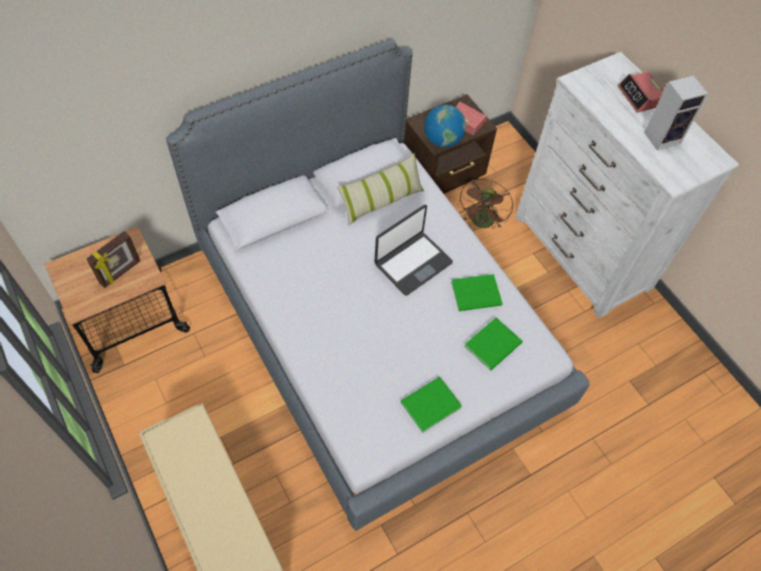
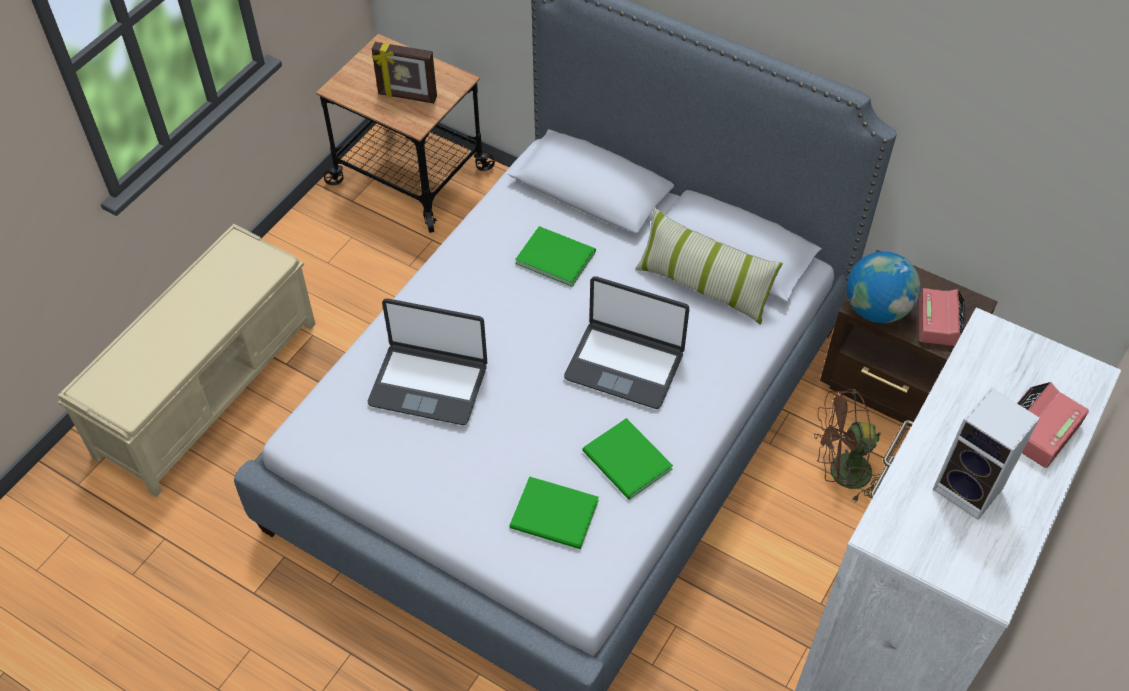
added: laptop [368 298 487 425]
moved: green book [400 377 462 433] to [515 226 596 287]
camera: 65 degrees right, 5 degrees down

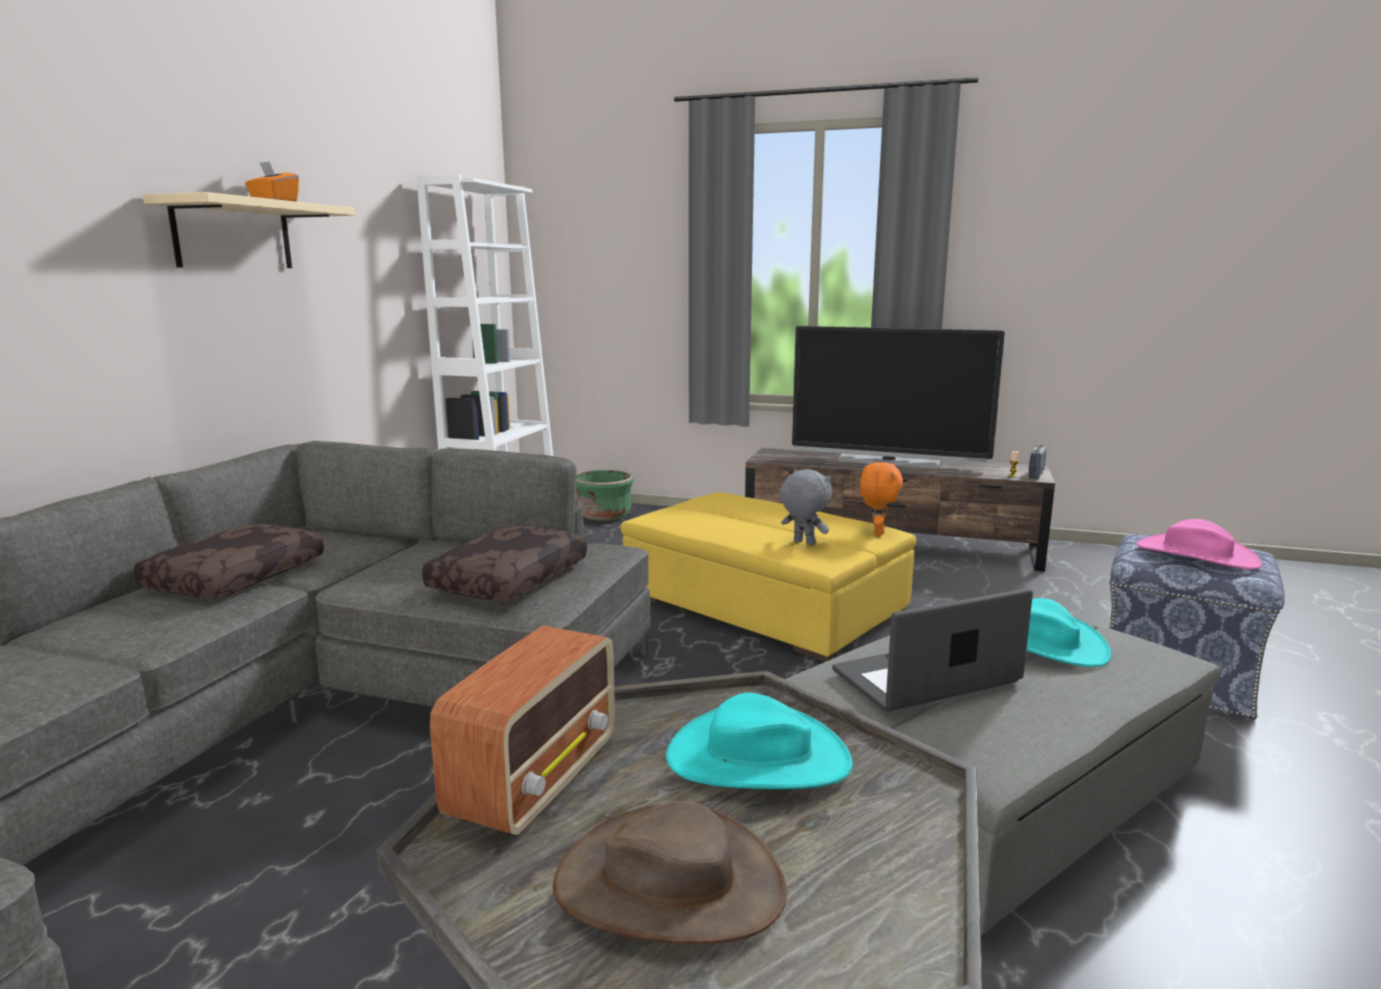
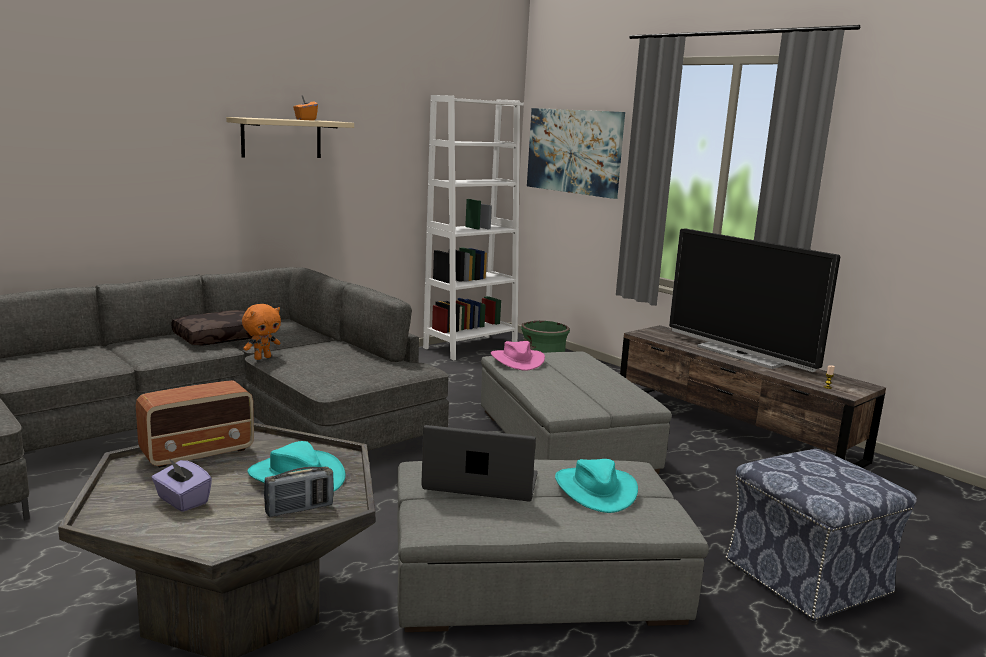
removed: brown pillow [422 525 587 602]; grey plush toy [780 469 832 546]
added: picture [527 108 625 199]
moved: orange plush toy [860 462 903 536] to [242 304 281 360]; radio [1028 444 1047 479] to [264 467 334 517]; pink hat [1136 519 1262 570] to [491 341 545 371]
replaced: brown hat [553 801 787 944] to purple tissue box [151 458 212 512]
recoloured: yellow ottoman [621 492 916 662] to grey ottoman [481 351 672 474]
camera: 30 degrees right, 0 degrees up

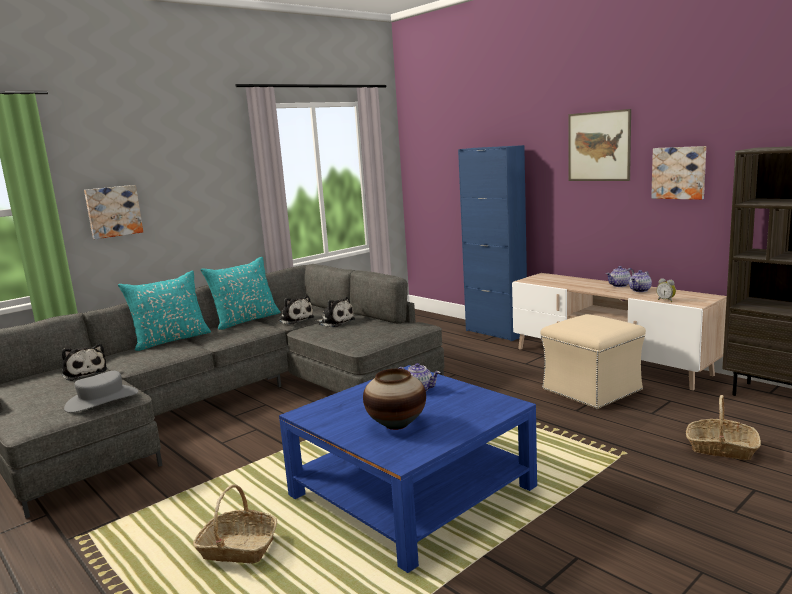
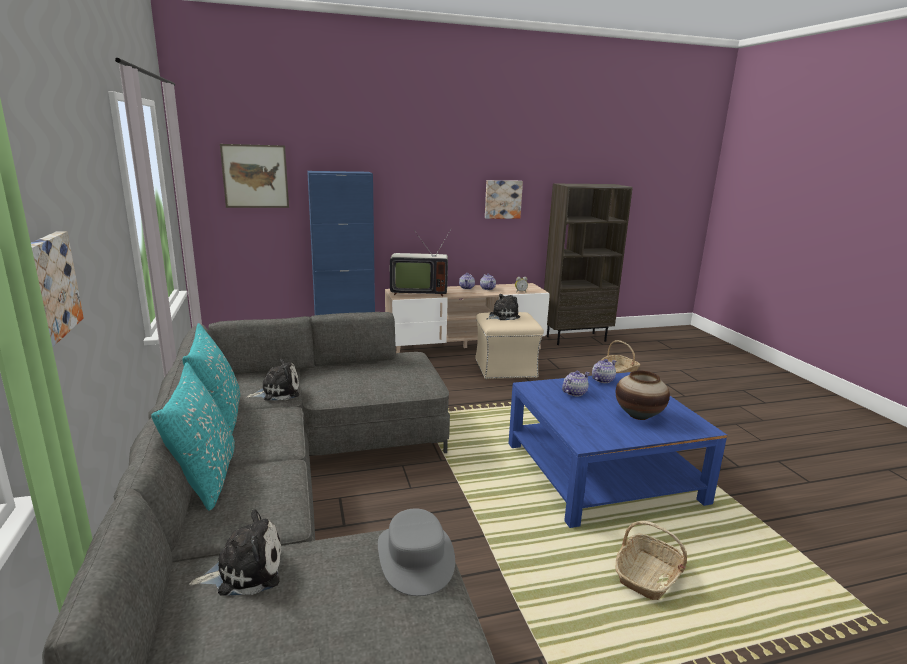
added: television [390 228 452 297]; teapot [592 359 616 383]
moved: plush toy [315 297 355 327] to [486 294 520 320]; picture [568 109 631 181] to [220 144 289 208]
camera: 65 degrees left, 5 degrees up

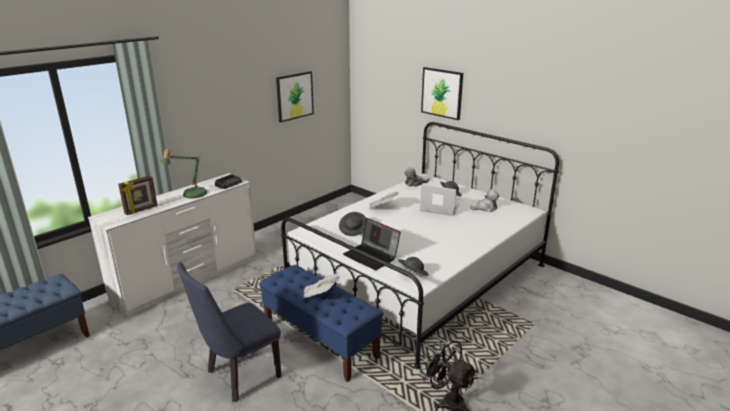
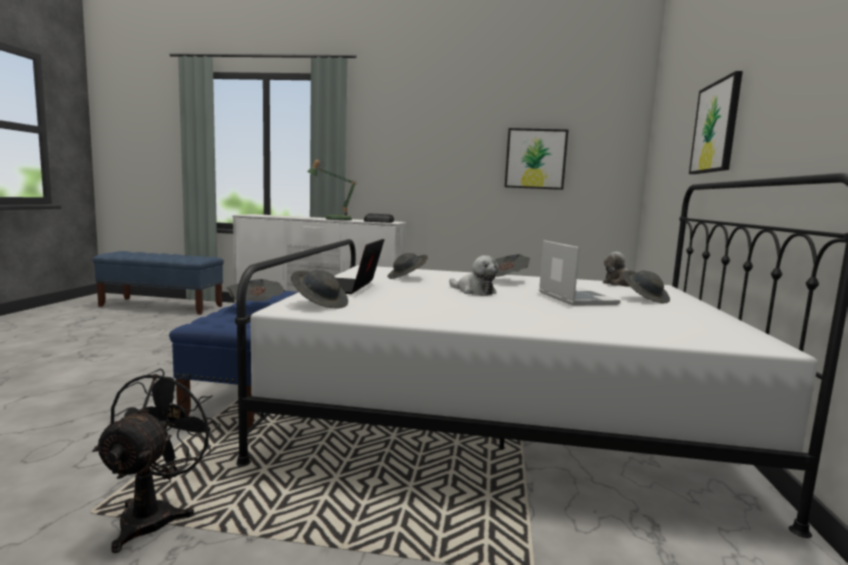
removed: picture frame [118 176 157 215]; blue chair [177 262 282 402]
moved: plush toy [470 189 499 212] to [449 255 499 296]
camera: 55 degrees right, 15 degrees down

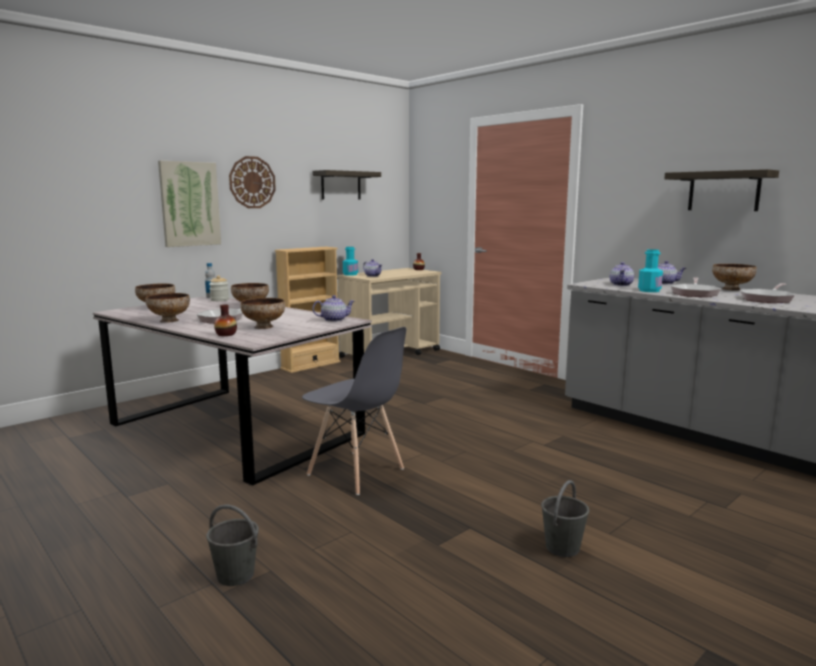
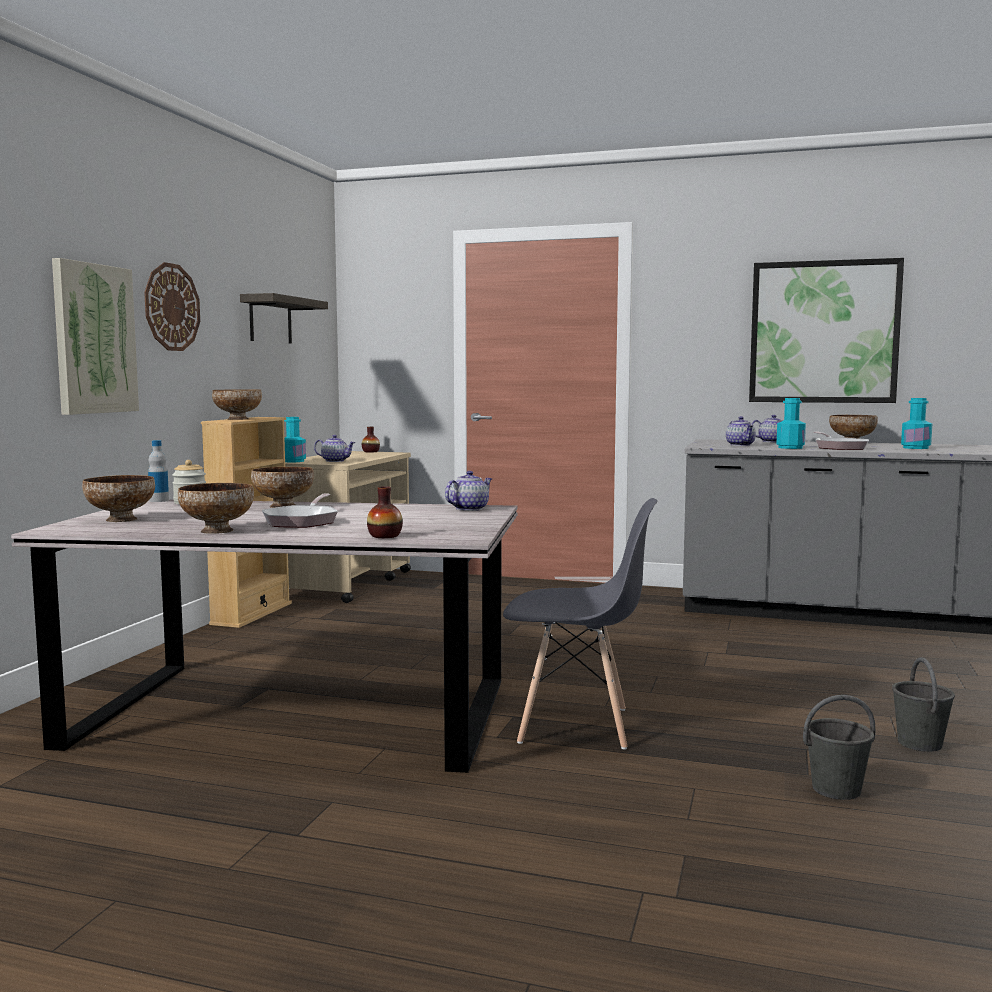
moved: grey bucket [206 504 259 586] to [803 695 875 800]; bowl [240 298 285 329] to [212 389 262 420]
replaced: shelf [664 169 779 211] to picture [749 258 904 403]; frying pan [740 283 795 303] to turquoise bottle [901 398 932 449]
camera: 30 degrees left, 5 degrees down

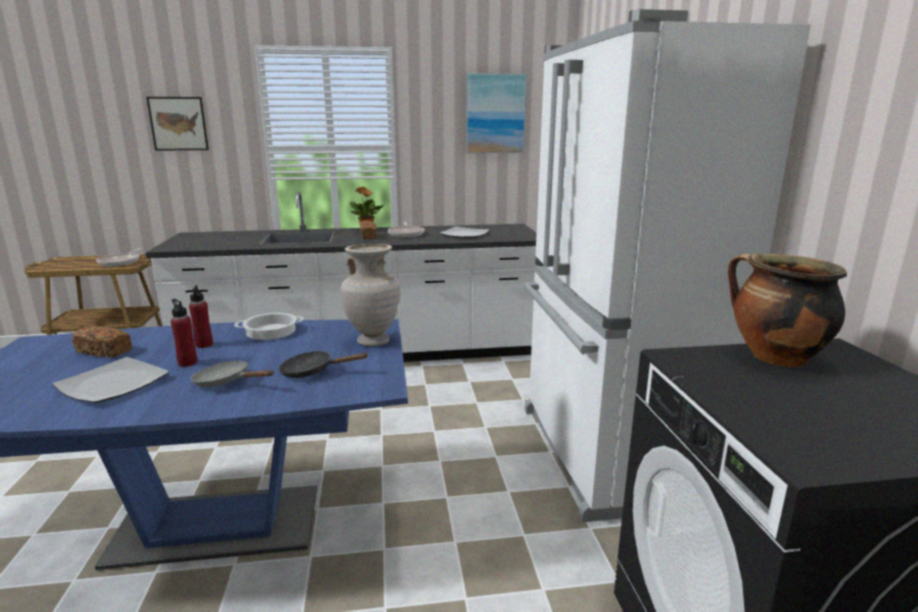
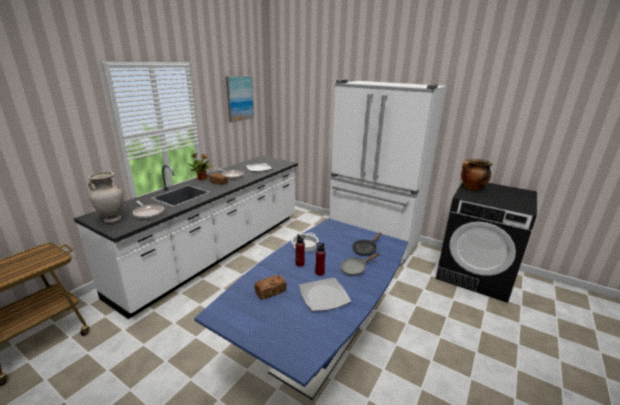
removed: picture [146 97 209 151]
moved: frying pan [96 248 143 266] to [133 201 164 219]; beige vase [340 244 401 346] to [87 172 124 223]
camera: 50 degrees left, 5 degrees up

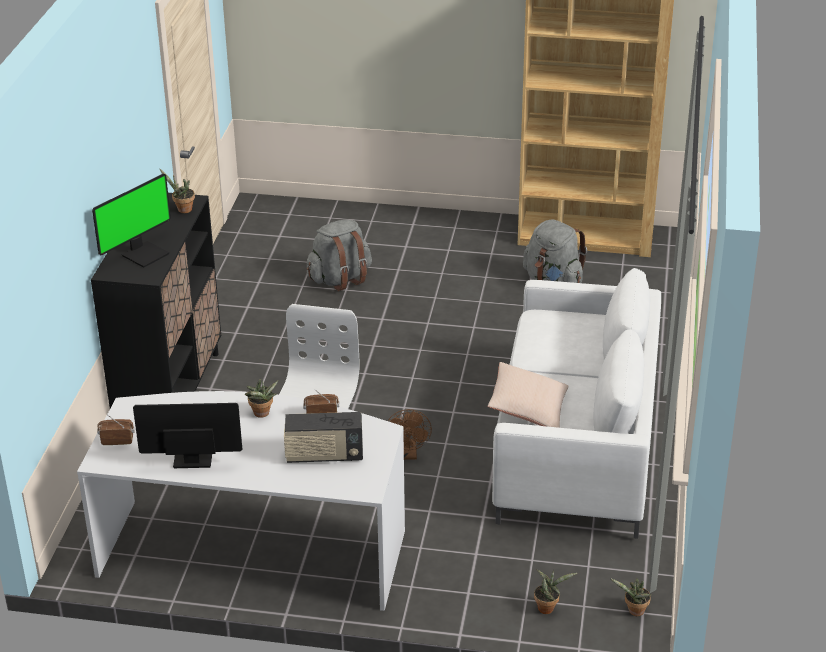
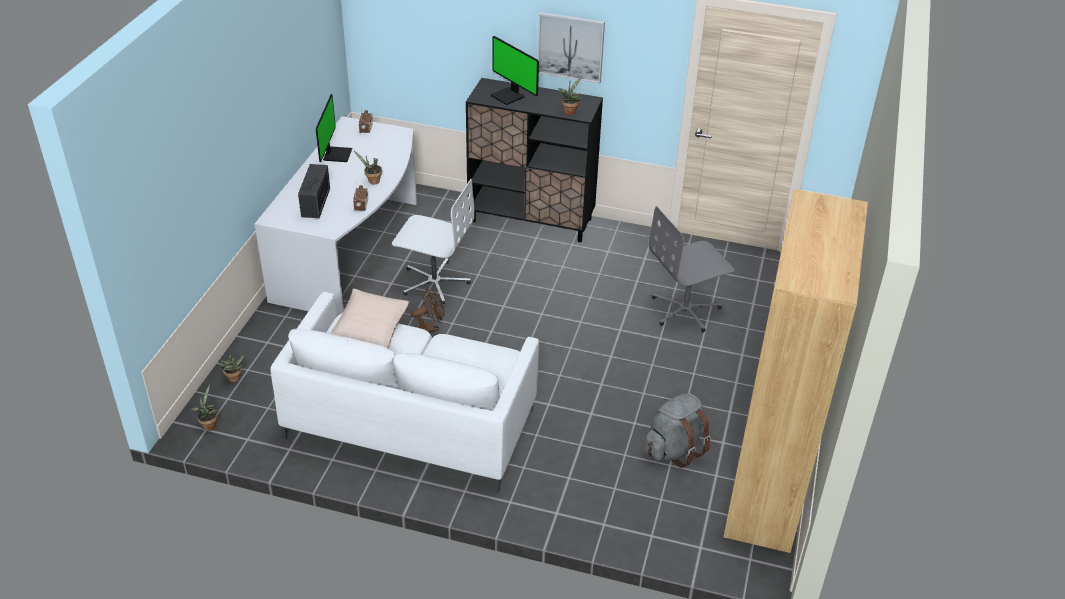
added: picture [538 12 605 84]
replaced: grey backpack [307 220 372 291] to grey office chair [649 206 735 332]
turned: brown fan [388 409 432 460] = [411 289 444 333] 150 degrees clockwise
camera: 95 degrees right, 5 degrees up

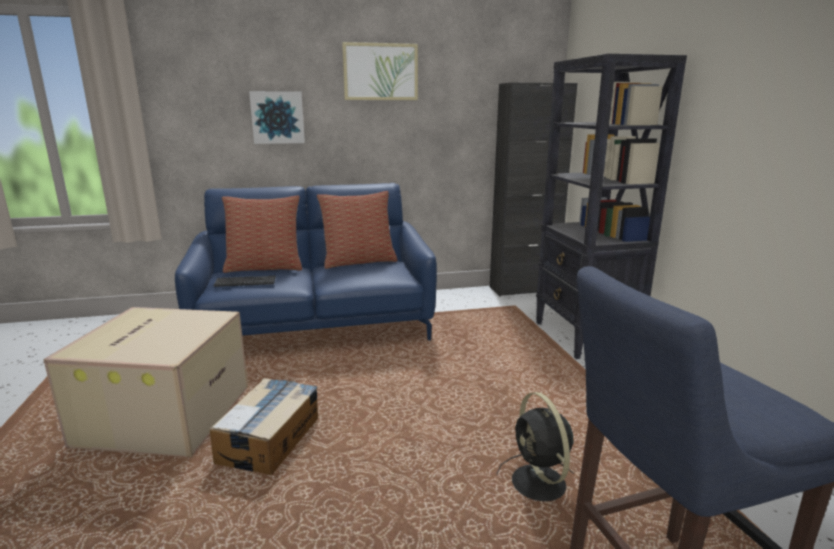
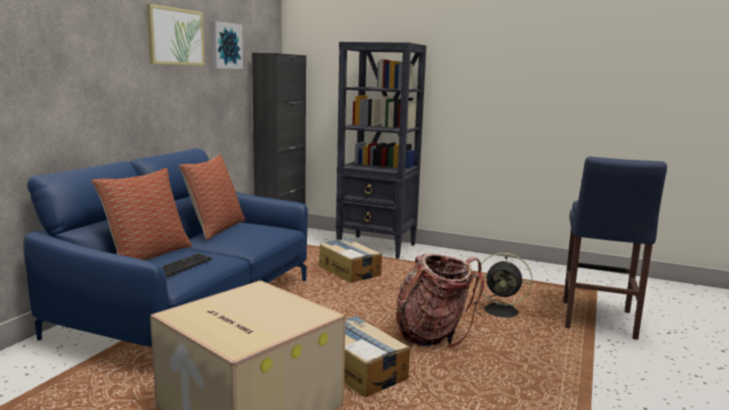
added: cardboard box [319 238 382 283]; backpack [395 253 484 348]
moved: picture [249 91 305 144] to [211 21 243 69]
camera: 55 degrees left, 5 degrees down

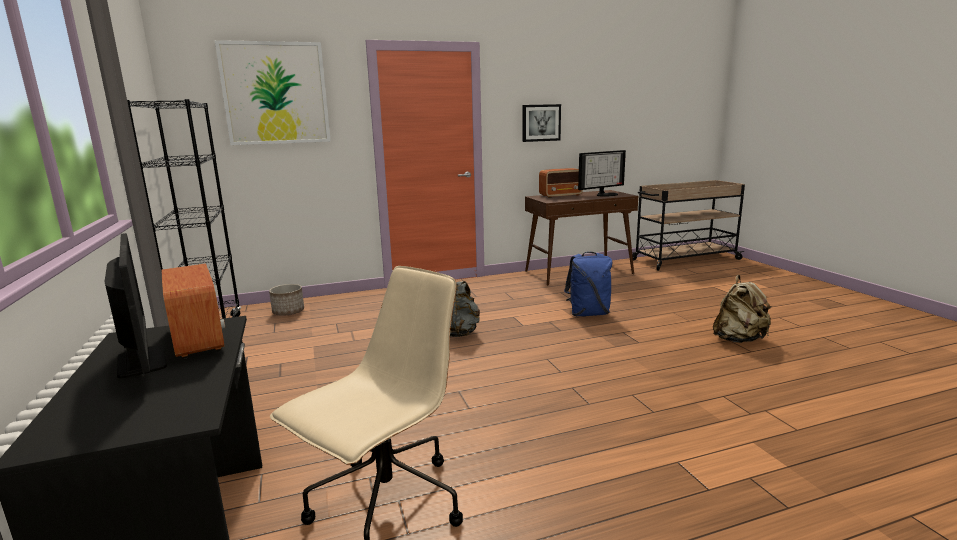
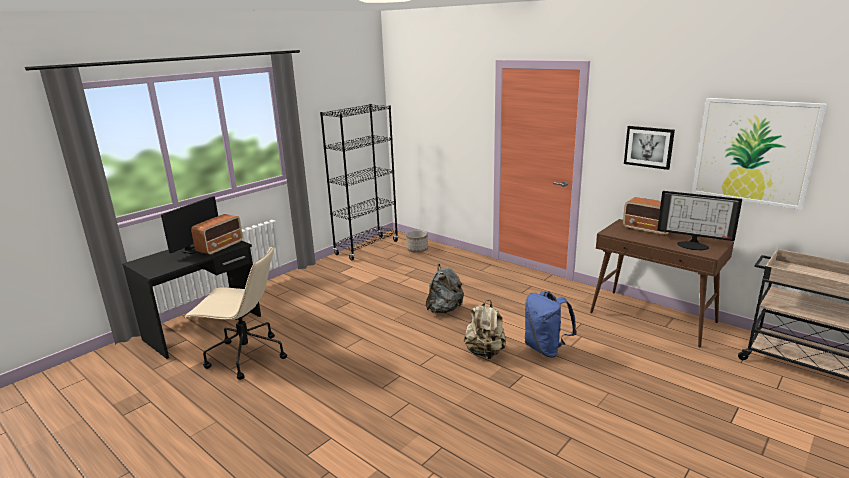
moved: picture [215 40 331 145] to [692 98 827 210]; beige backpack [713 275 772 343] to [464 300 506 359]
camera: 60 degrees right, 5 degrees up

